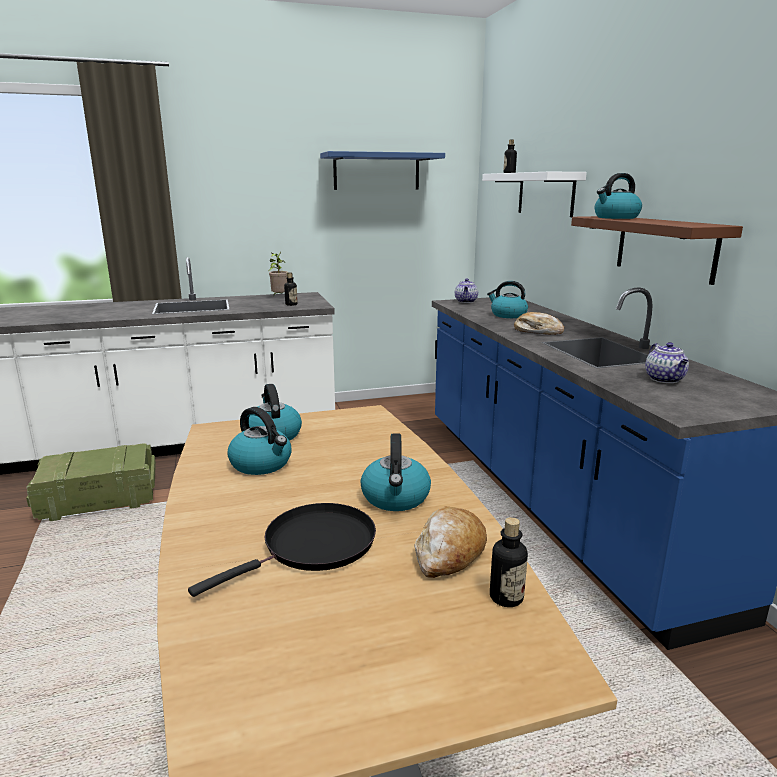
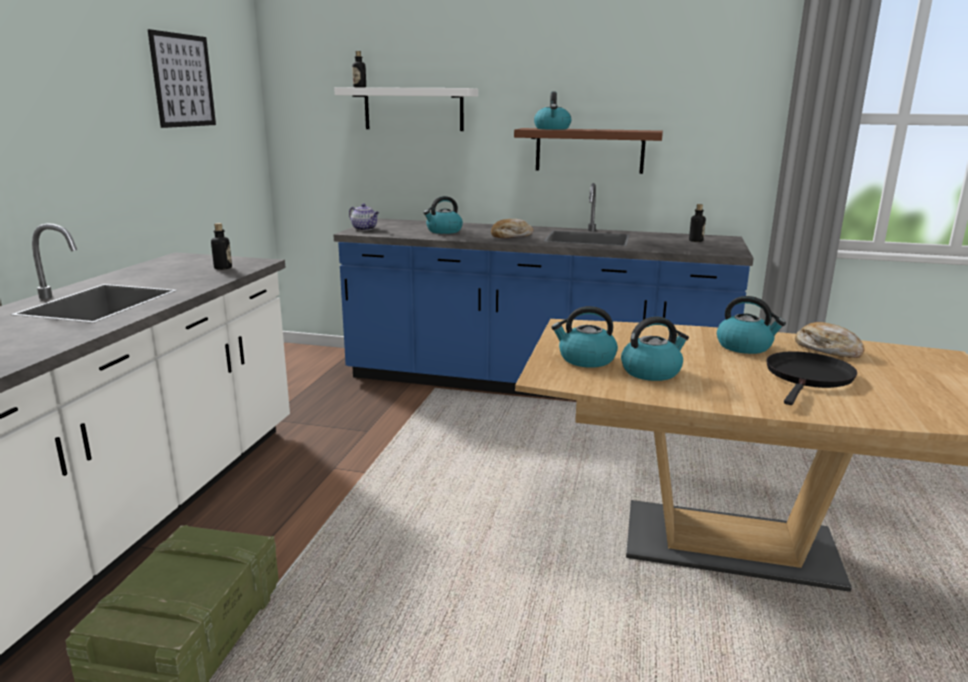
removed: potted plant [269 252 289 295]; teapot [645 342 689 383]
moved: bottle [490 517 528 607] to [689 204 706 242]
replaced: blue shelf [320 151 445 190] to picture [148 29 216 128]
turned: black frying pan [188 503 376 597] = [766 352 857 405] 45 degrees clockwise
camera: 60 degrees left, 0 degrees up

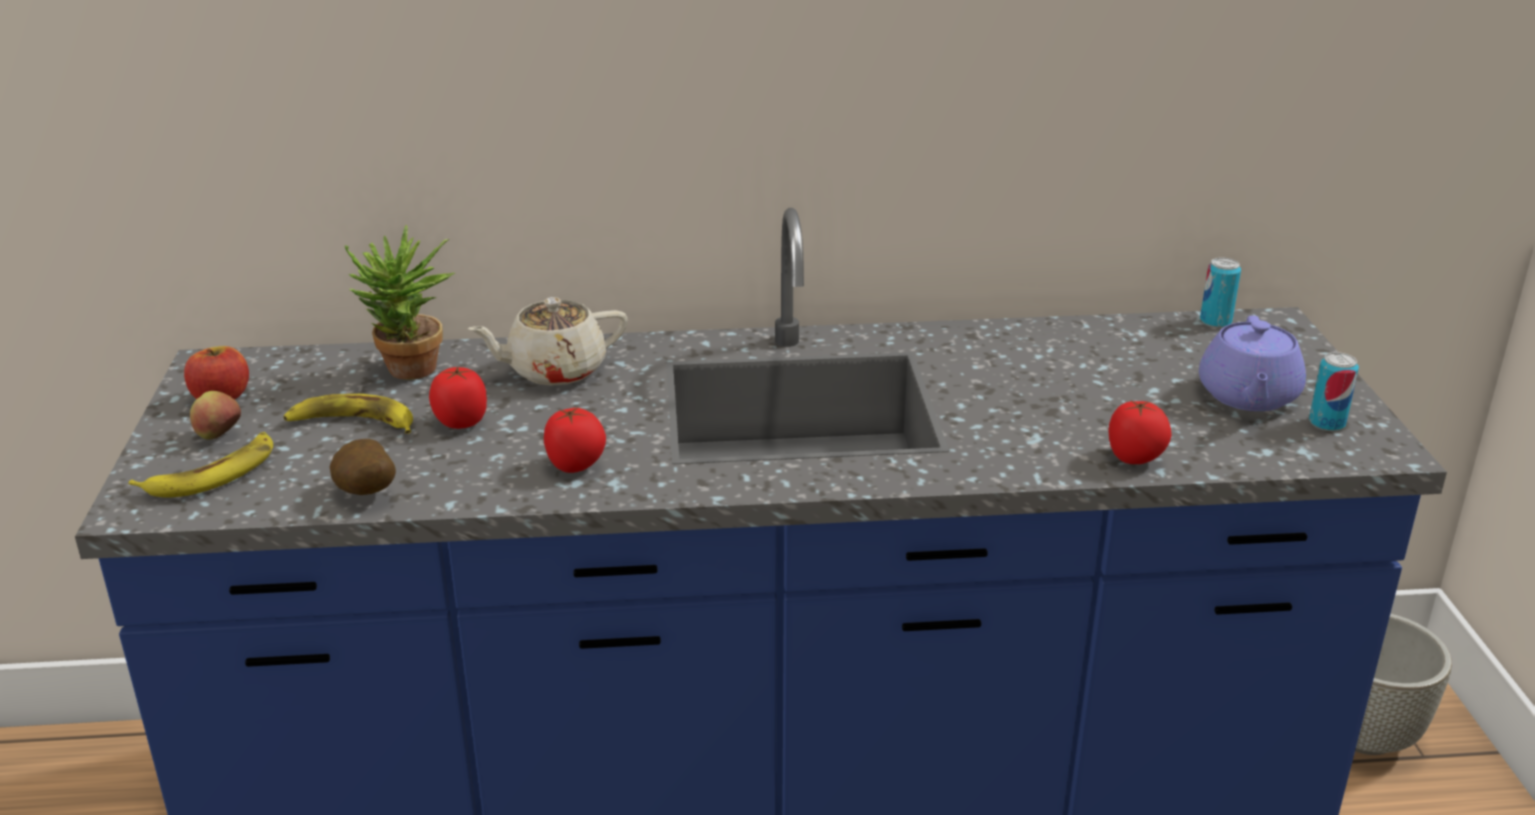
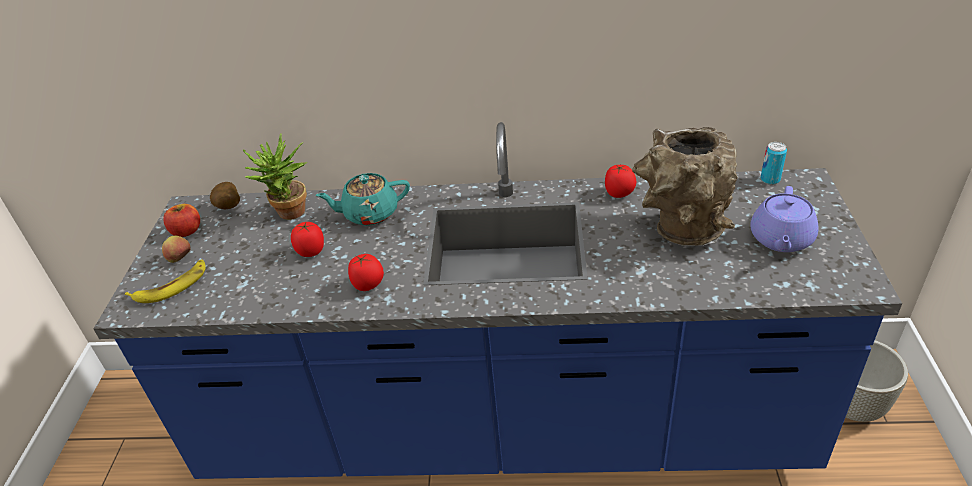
removed: banana [283 394 413 434]; can [1309 352 1359 432]
added: brown vase [632 127 738 246]
moved: potato [330 439 396 495] to [210 182 240 210]; tomato [1108 400 1172 464] to [605 165 636 198]
recoloured: beige teapot [468 297 628 386] to turquoise teapot [316 173 410 226]
camera: 10 degrees right, 10 degrees up

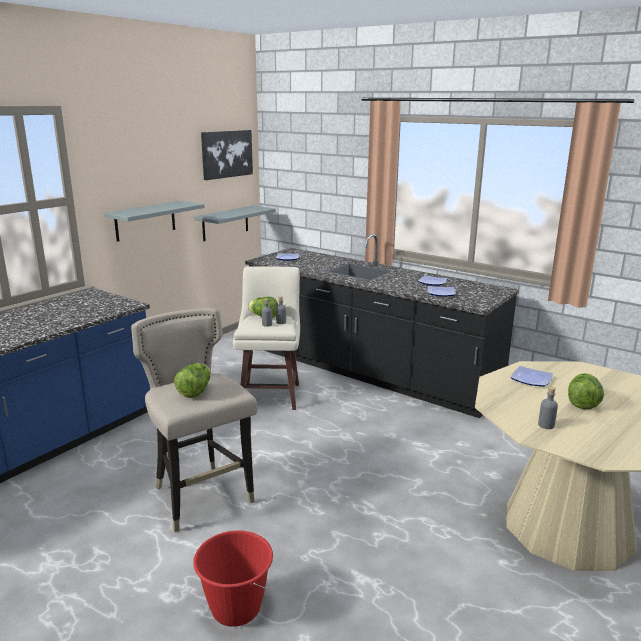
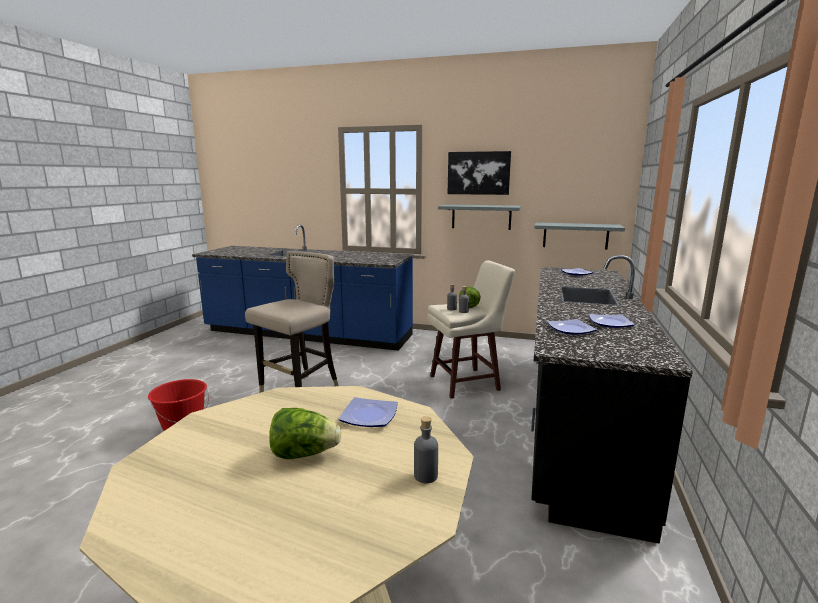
removed: lettuce [174 363 210 398]
moved: picture [201 130 253 180] to [448 151 511 195]; grey bottle [538 387 558 429] to [414 416 438 483]
camera: 70 degrees right, 5 degrees down

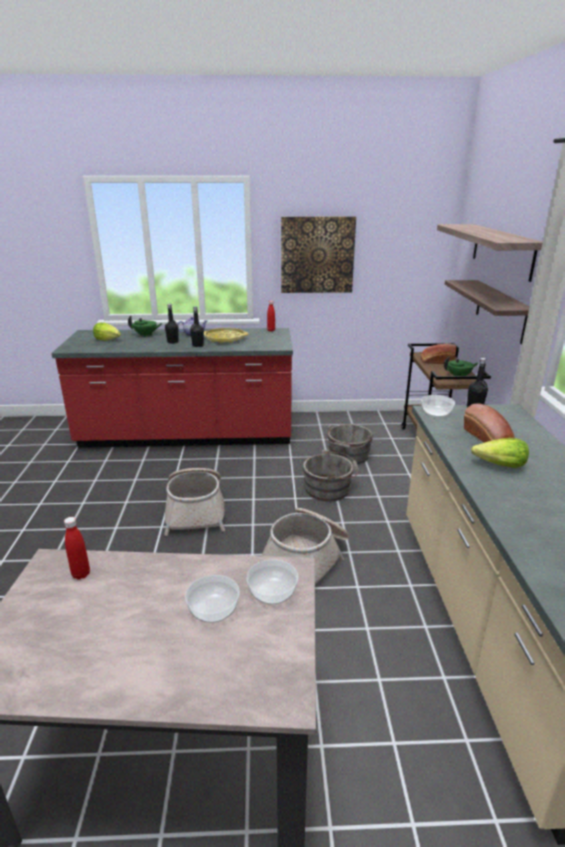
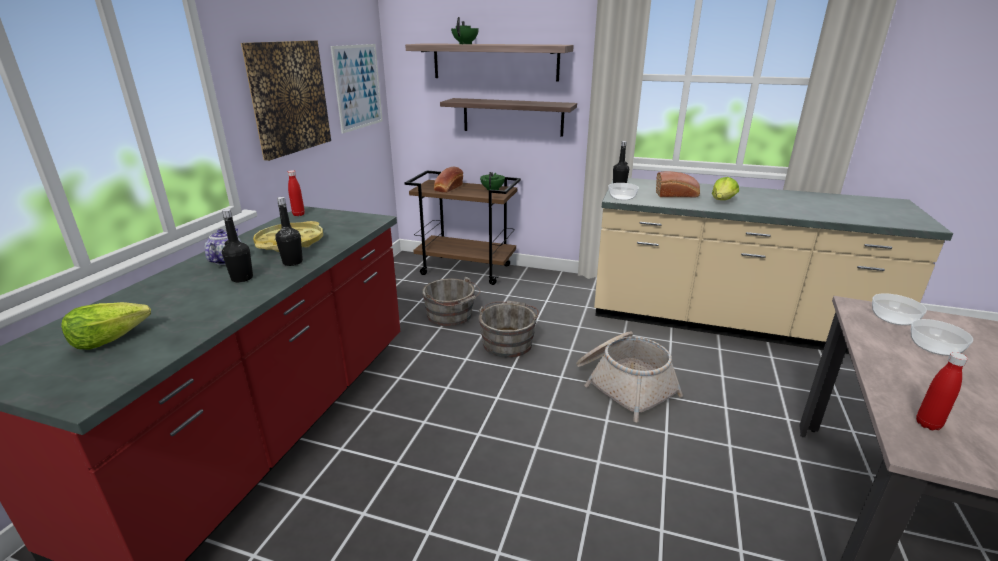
removed: basket [164 468 225 536]
added: picture [331 44 383 133]
moved: green teapot [128 316 163 337] to [451 17 479 44]
camera: 70 degrees left, 0 degrees up

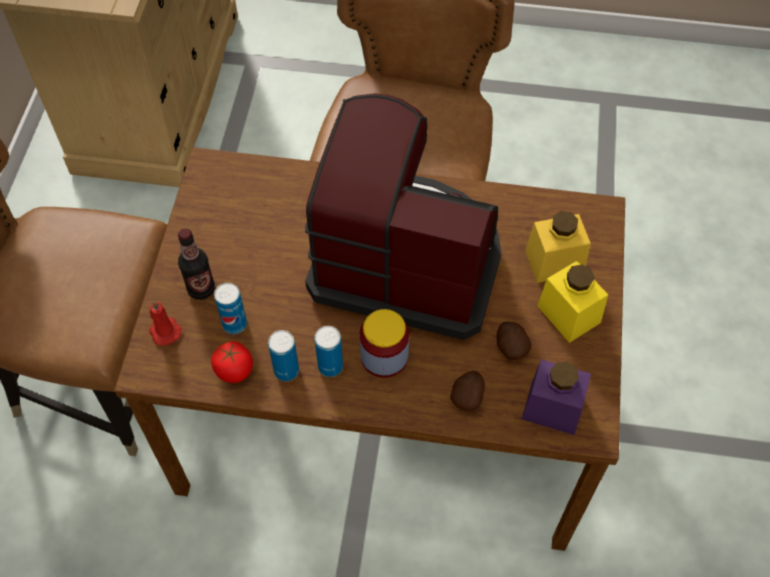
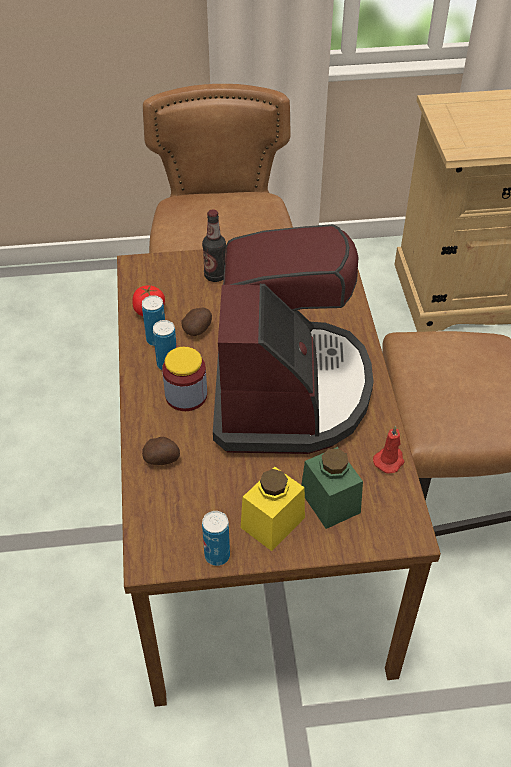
removed: purple jar [522 359 591 435]
moved: red candle [149 301 182 346] to [373 426 405 474]; can [214 283 247 334] to [202 511 230 566]; potato [497 322 531 360] to [181 308 212 336]
recoloured: yellow jar [525 211 591 283] to green jar [301 447 363 529]
camera: 75 degrees right, 10 degrees down

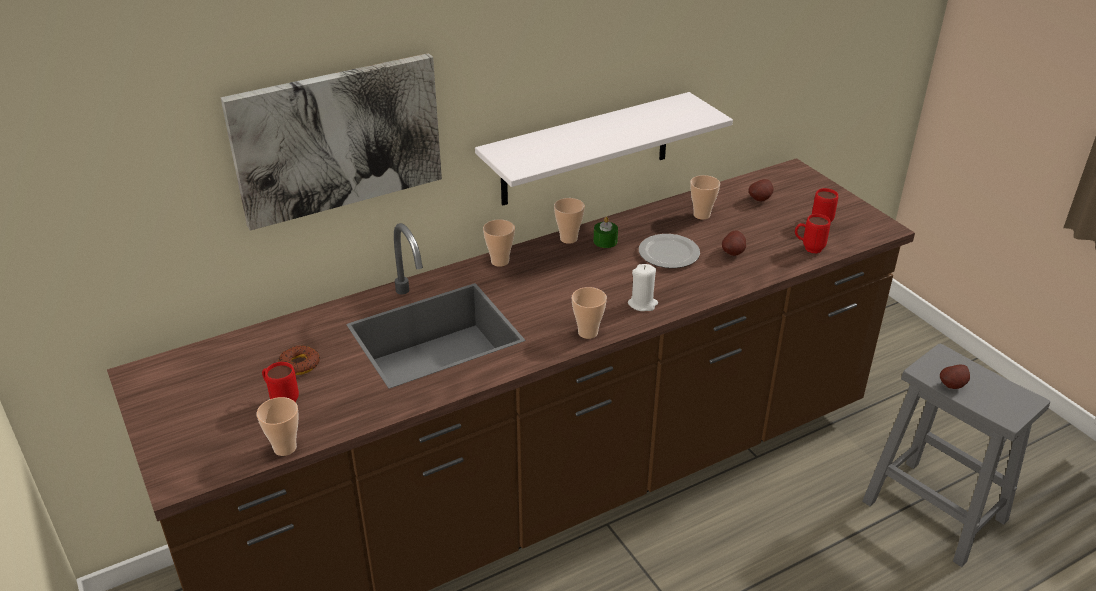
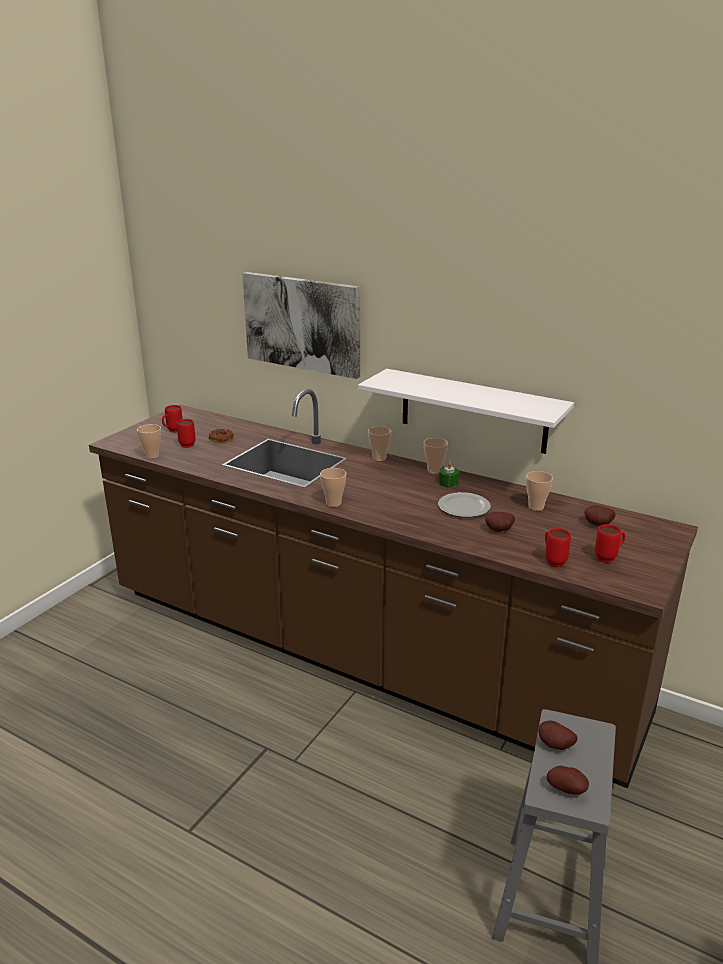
removed: white candle [628 264 658 311]
added: red mug [162 405 182 433]; potato [547 766 589 795]
camera: 60 degrees right, 10 degrees down

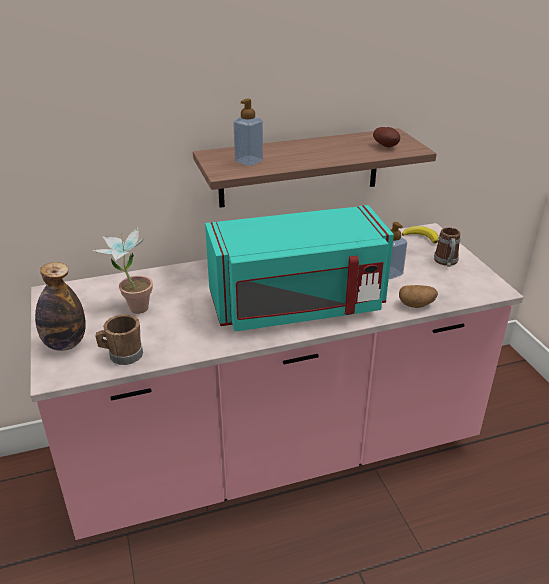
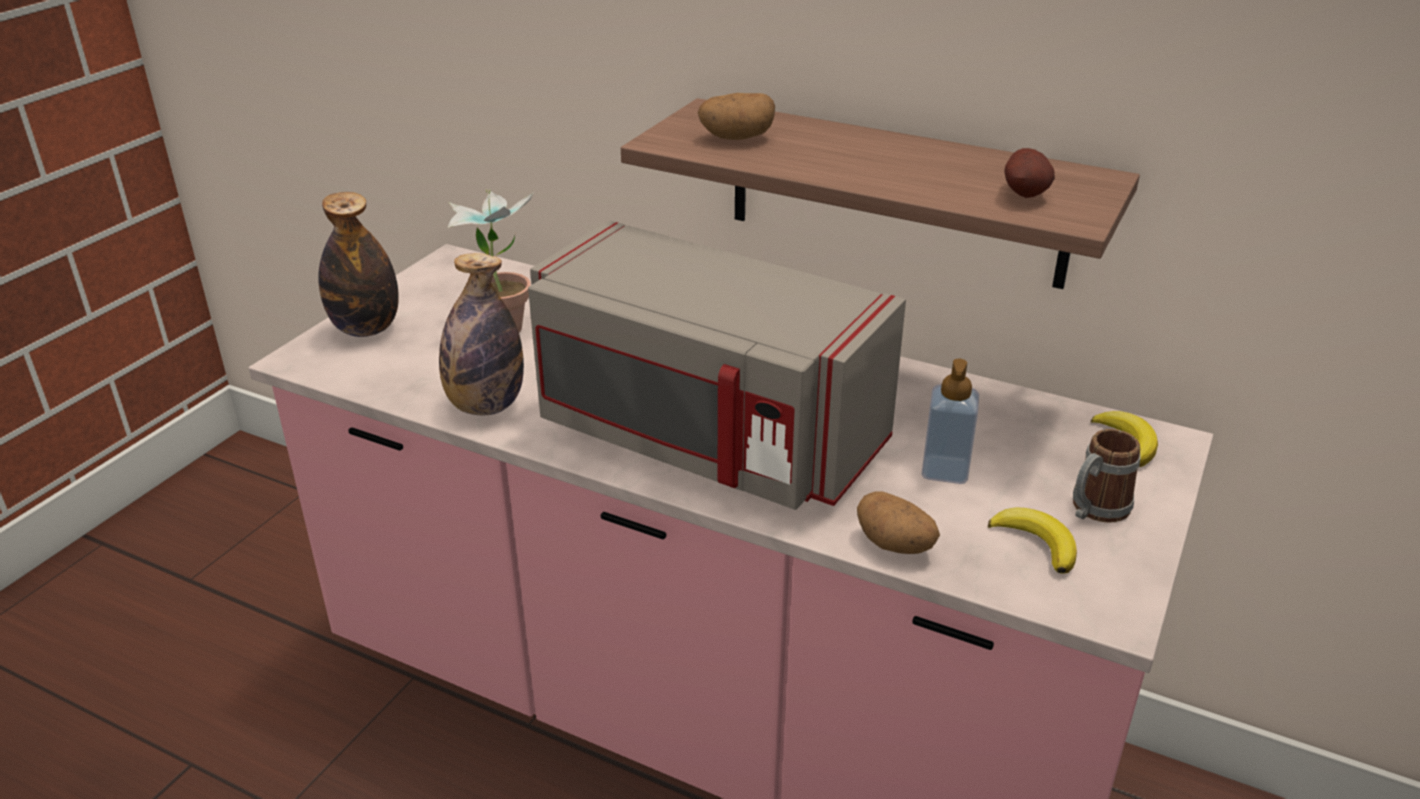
removed: brown mug [95 314 143 365]
added: bottle [439 253 524 416]; banana [988 508 1077 574]
replaced: soap dispenser [233 99 263 166] to potato [698 93 775 140]
recoloured: turquoise microwave [205 205 394 332] to grey microwave [528 220 906 510]
camera: 45 degrees right, 0 degrees up

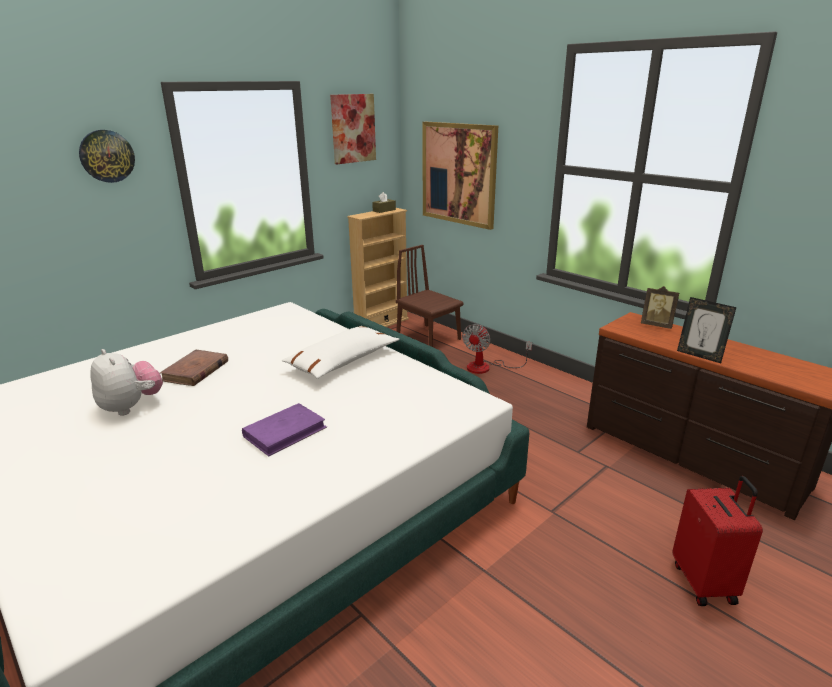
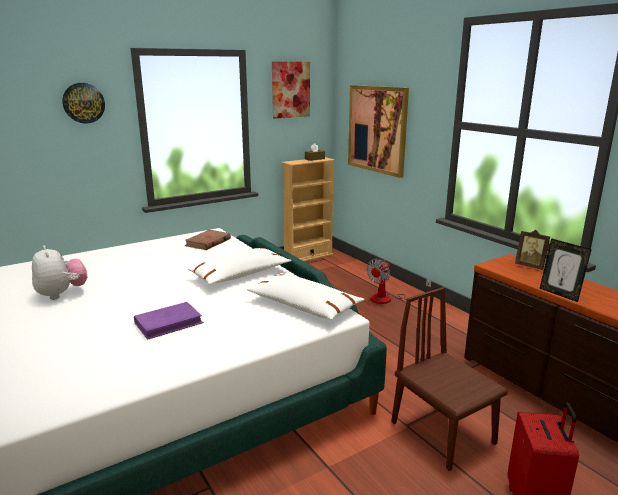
added: white pillow [247 273 365 320]
moved: brown book [160 350 228 386] to [184 230 231 250]; brown chair [396 245 464 347] to [391 287 508 471]
camera: 10 degrees right, 5 degrees down

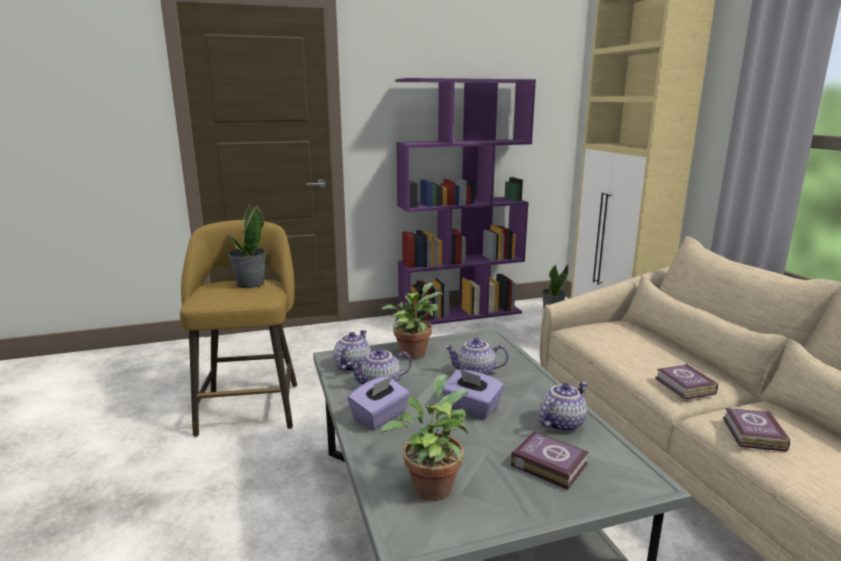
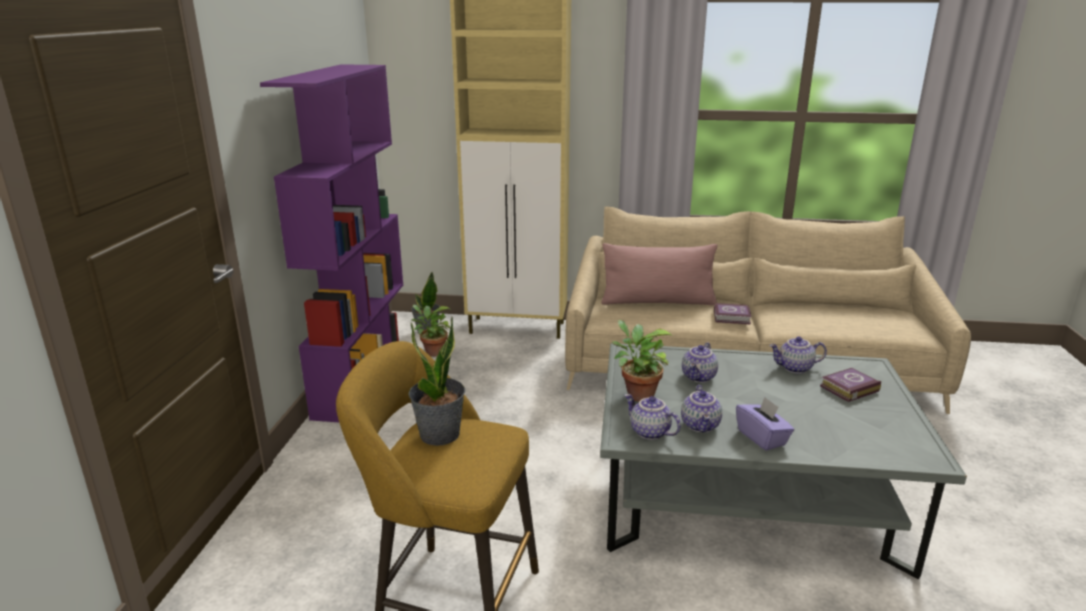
removed: purple tissue box [442 369 504 419]; book [723 408 790 452]
added: pink pillow [601 243 717 305]
moved: potted plant [381 374 469 501] to [411 304 451 357]
turned: teapot [539 382 588 432] = [769 336 827 374] 75 degrees counterclockwise
camera: 65 degrees left, 5 degrees up

